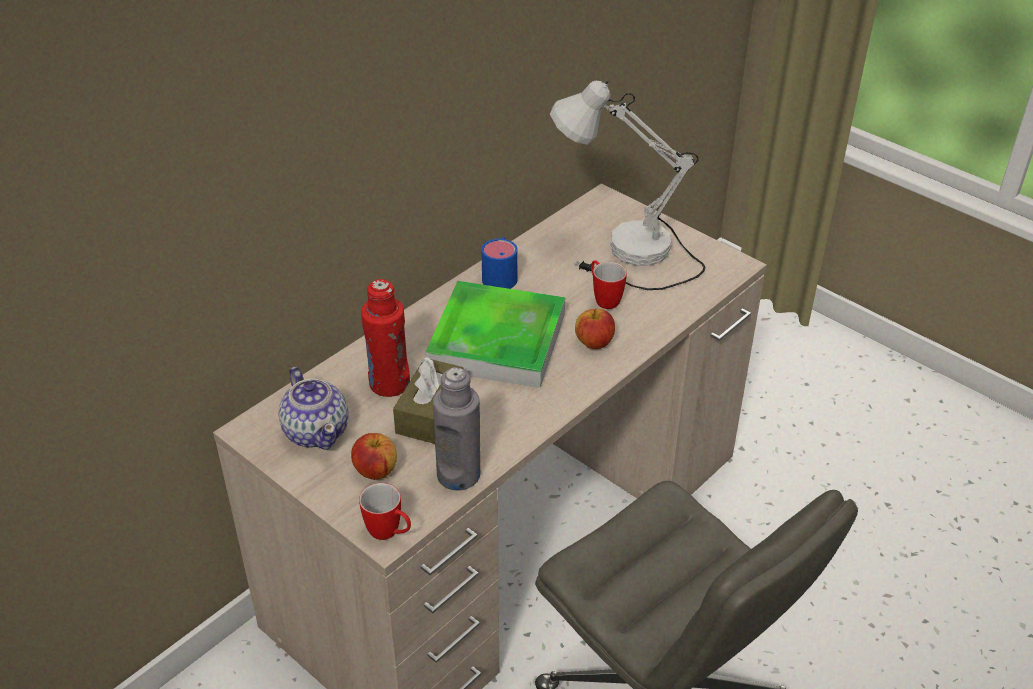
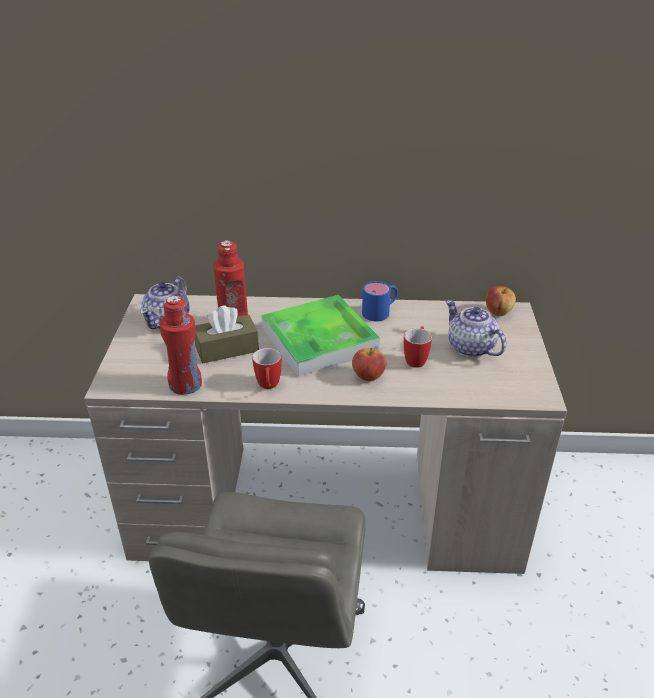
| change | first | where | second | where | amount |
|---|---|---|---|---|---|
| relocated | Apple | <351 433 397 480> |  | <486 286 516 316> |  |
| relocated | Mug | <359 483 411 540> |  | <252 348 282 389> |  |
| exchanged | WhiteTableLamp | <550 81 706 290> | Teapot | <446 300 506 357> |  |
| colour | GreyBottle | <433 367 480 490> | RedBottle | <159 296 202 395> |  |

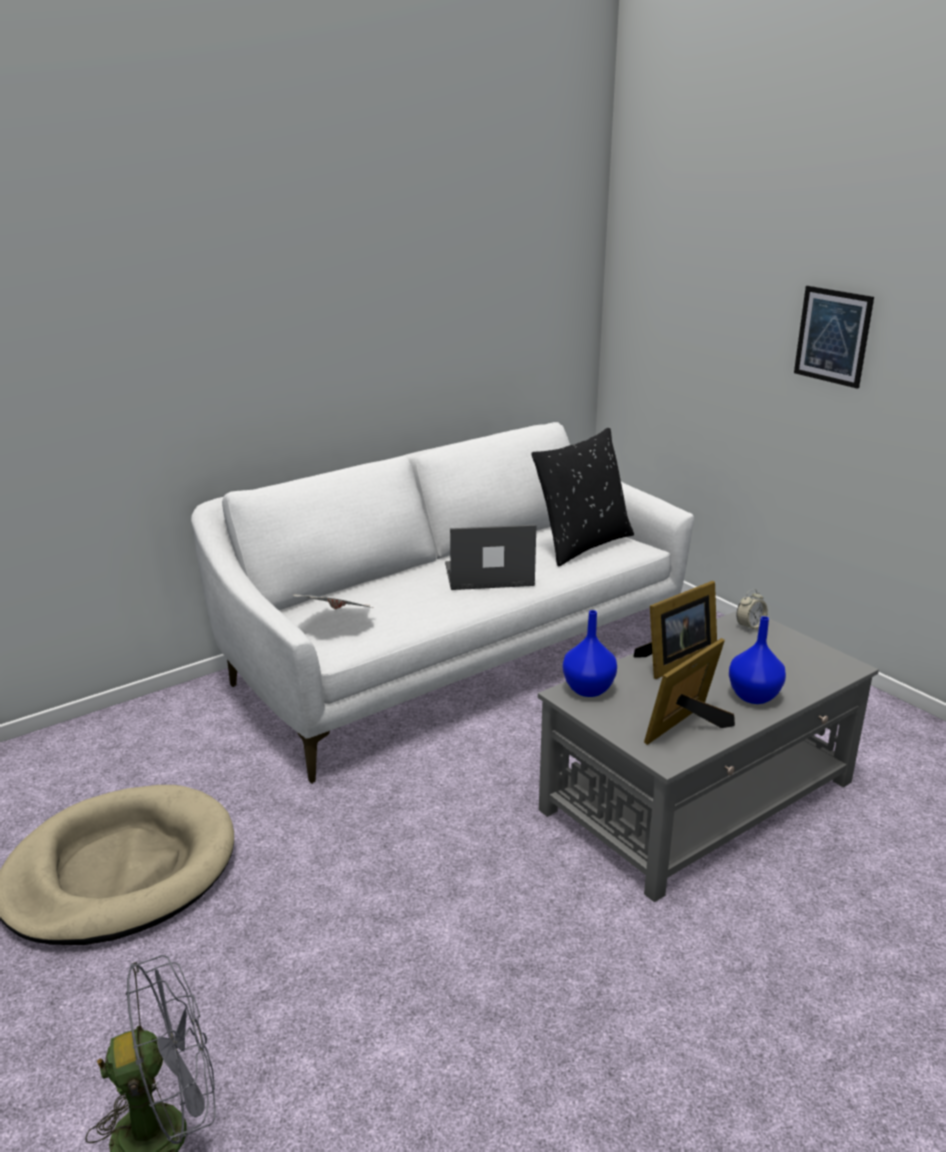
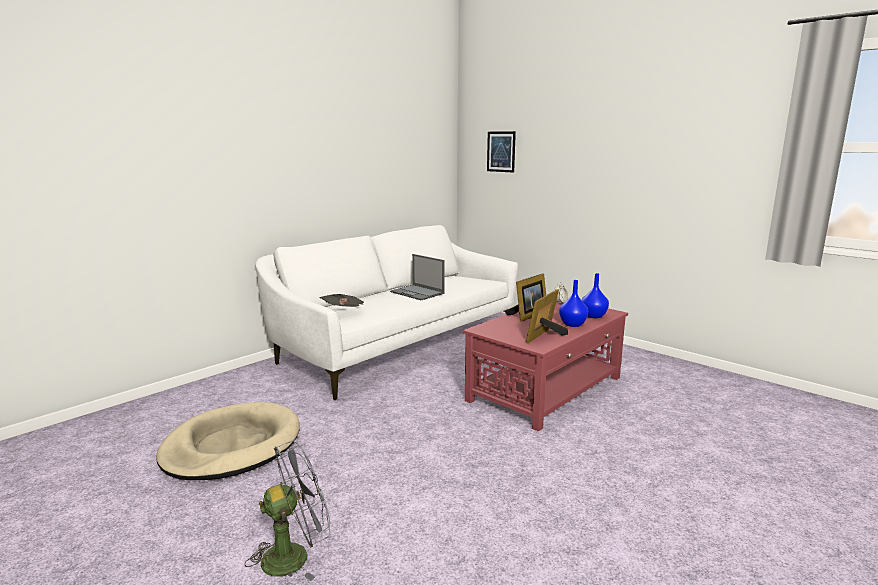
| change | first | where | second | where | amount |
|---|---|---|---|---|---|
| missing | BlackPillow | <531 427 634 566> |  |  |  |
| relocated | BlueVase | <563 610 617 697> |  | <582 273 609 318> |  |
| relocated | Picture | <794 286 874 389> |  | <487 131 516 173> |  |
| colour | GreyCoffeeTable | <538 611 879 902> | RedCoffeeTable | <463 299 628 431> |  |
| spun | Laptop | <445 525 536 590> |  | <390 254 445 300> | 120 degrees counterclockwise |

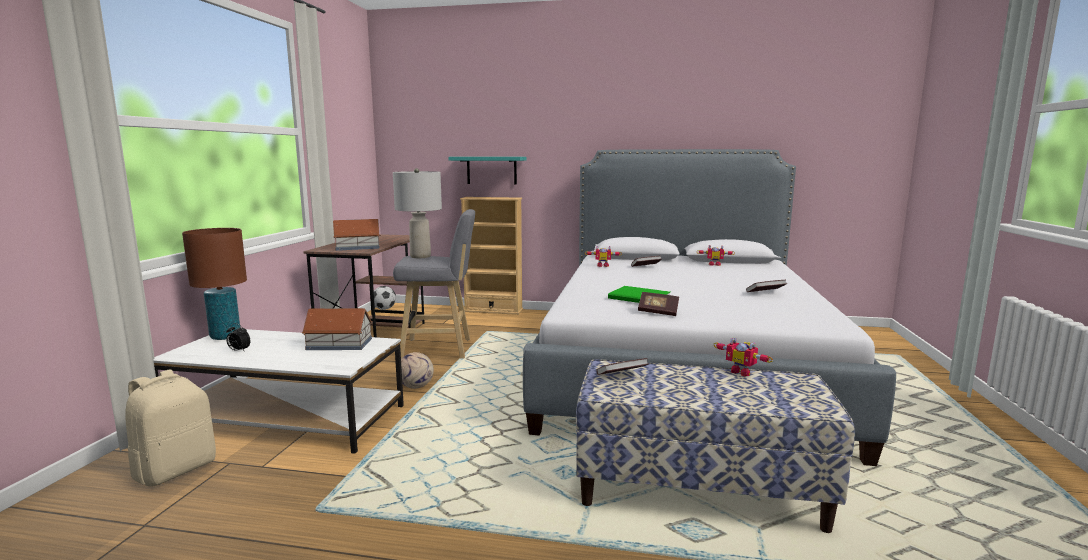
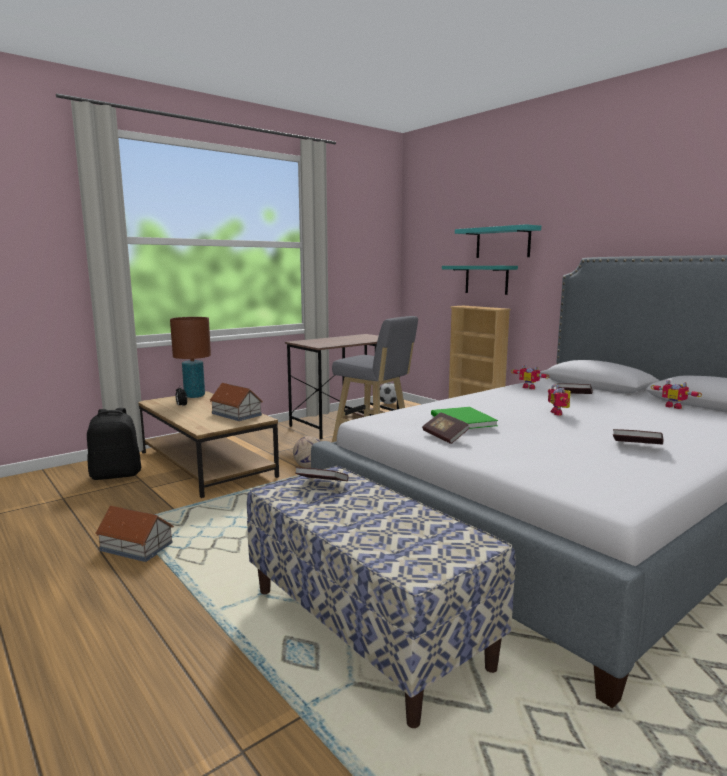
| change | first | where | second | where | amount |
|---|---|---|---|---|---|
| missing | GreyTableLamp | <393 168 442 258> |  |  |  |
| appeared |  |  | TurquoiseShelf | <455 224 541 258> |  |
| relocated | ToyHouse | <333 219 380 251> |  | <95 506 174 562> |  |
| relocated | ToyRobot | <713 337 773 376> |  | <548 384 571 415> |  |
| colour | BeigeBackpack | <125 370 216 487> | BlackBackpack | <87 408 141 480> |  |
| colour | WhiteCoffeeTable | <153 329 404 454> | BrownCoffeeTable | <138 391 279 498> |  |

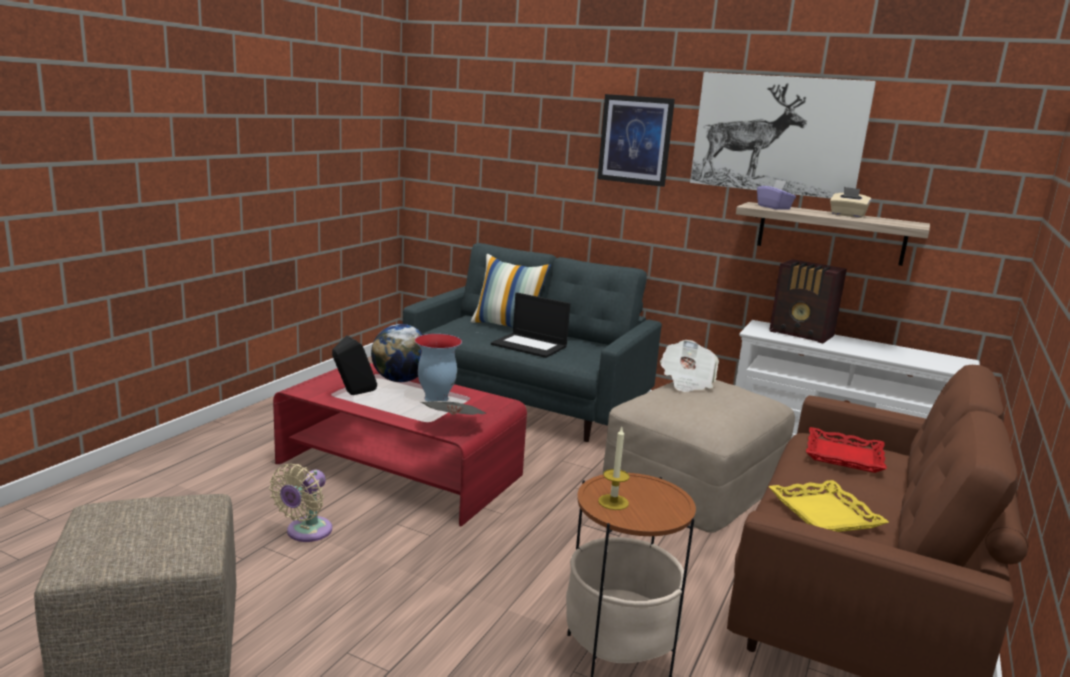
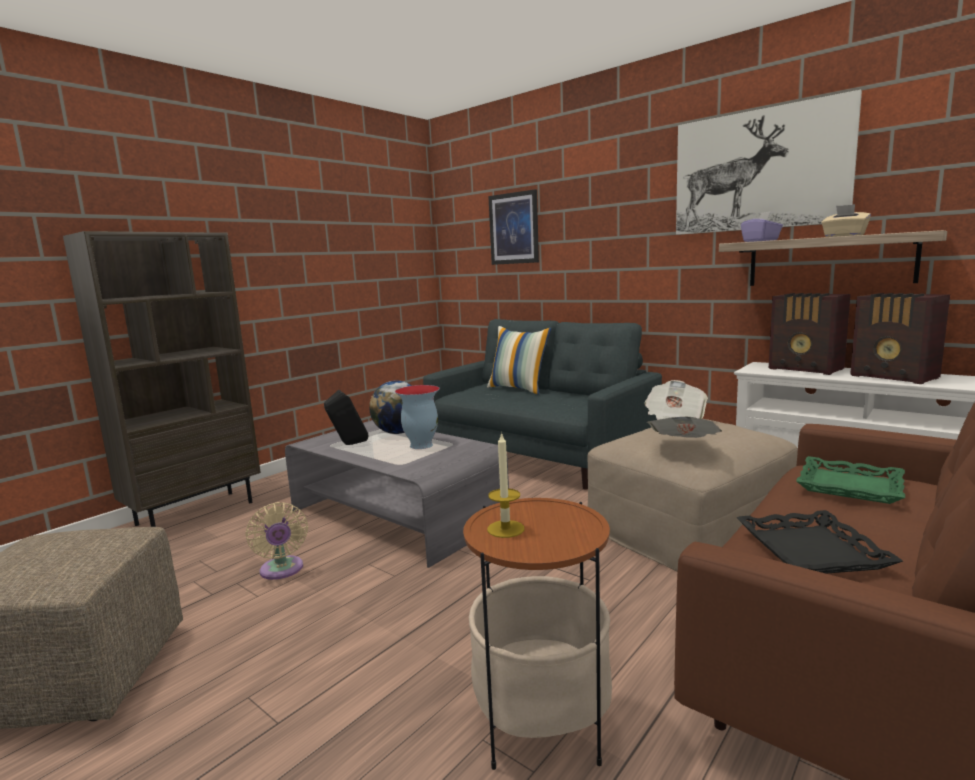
| change | first | where | second | where | amount |
|---|---|---|---|---|---|
| missing | Laptop | <491 293 570 358> |  |  |  |
| appeared |  |  | BrownBookcase | <63 231 261 527> |  |
| appeared |  |  | Radio | <850 293 950 384> |  |
| relocated | Newspaper | <421 401 486 415> |  | <647 417 722 438> |  |
| relocated | Picture | <598 94 675 187> |  | <488 189 539 265> |  |
| colour | RedCoffeeTable | <273 363 527 527> | GreyCoffeeTable | <285 420 509 568> |  |
| colour | YellowTray | <768 480 889 532> | BlackTray | <736 510 903 574> |  |
| colour | RedTray | <806 427 887 473> | GreenTray | <796 456 905 504> |  |
| spun | BeigeFan | <269 463 332 542> |  | <246 502 308 580> | 60 degrees counterclockwise |

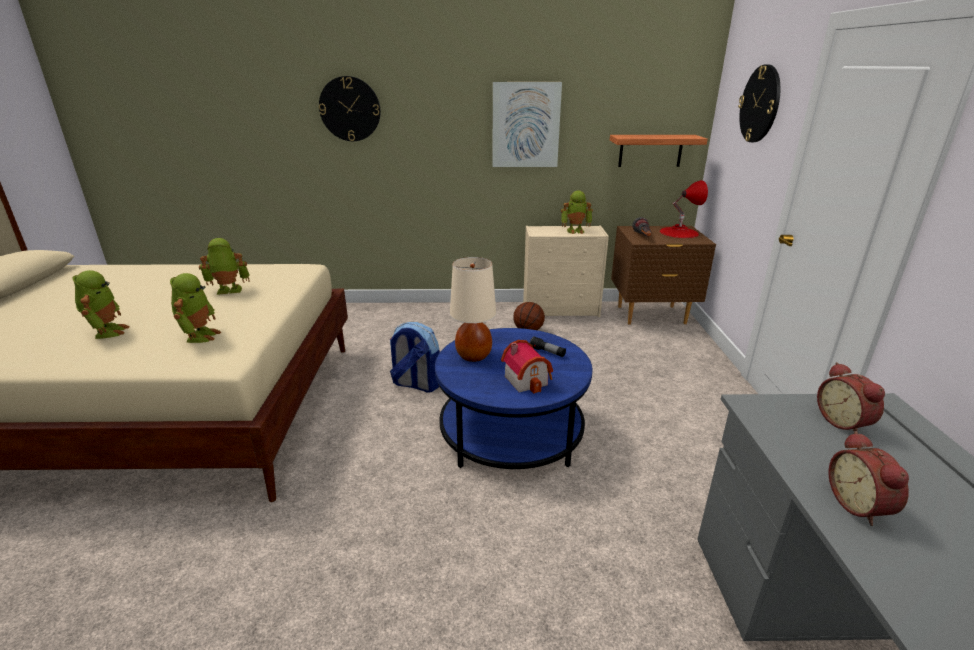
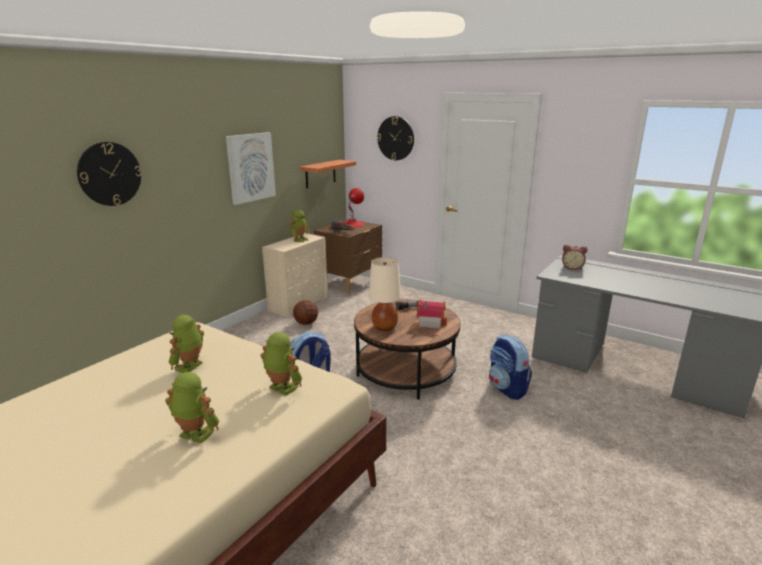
| change | first | where | second | where | amount |
|---|---|---|---|---|---|
| missing | AlarmClock | <829 431 909 526> |  |  |  |
| appeared |  |  | Backpack | <489 335 532 400> |  |
| colour | BlueCoffeeTable | <435 328 592 469> | BrownCoffeeTable | <354 299 461 400> |  |

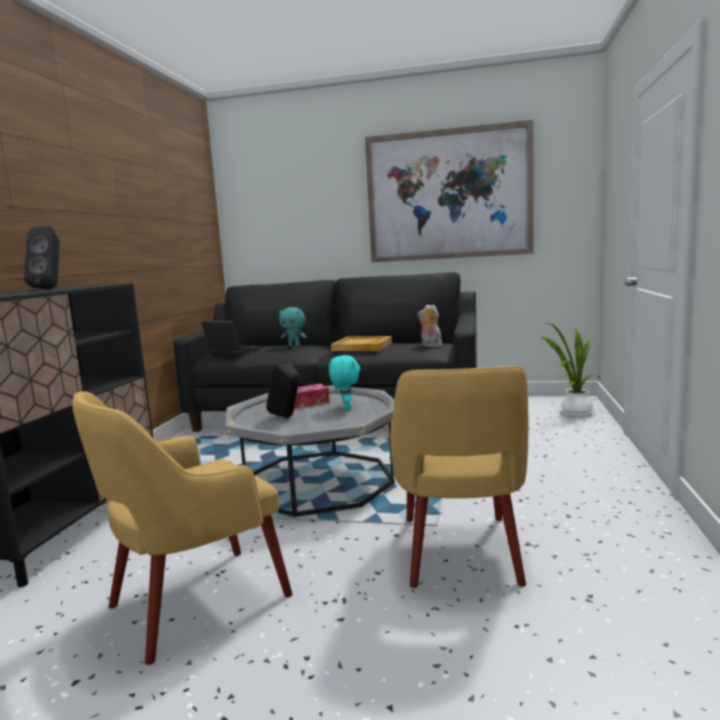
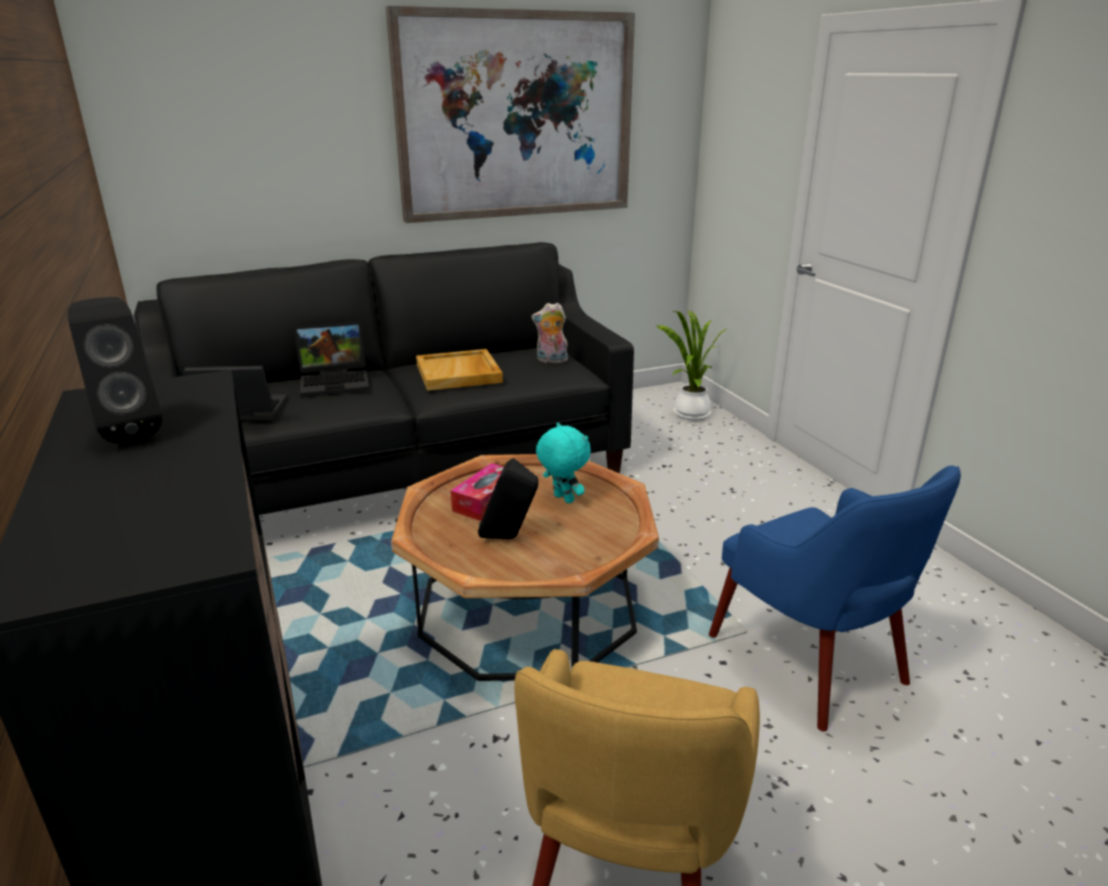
| change | first | where | second | where | amount |
|---|---|---|---|---|---|
| exchanged | TurquoisePlushToy | <279 307 307 346> | Laptop | <294 322 369 398> |  |
| colour | GreyCoffeeTable | <225 385 395 517> | BrownCoffeeTable | <391 454 659 681> |  |
| colour | YellowArmchair | <390 366 529 588> | BlueArmchair | <709 466 961 732> |  |

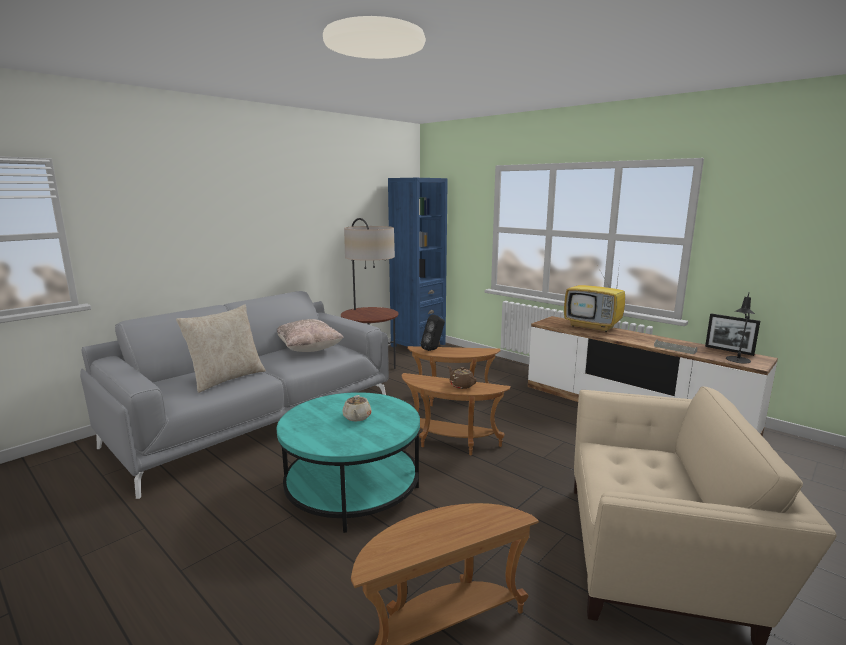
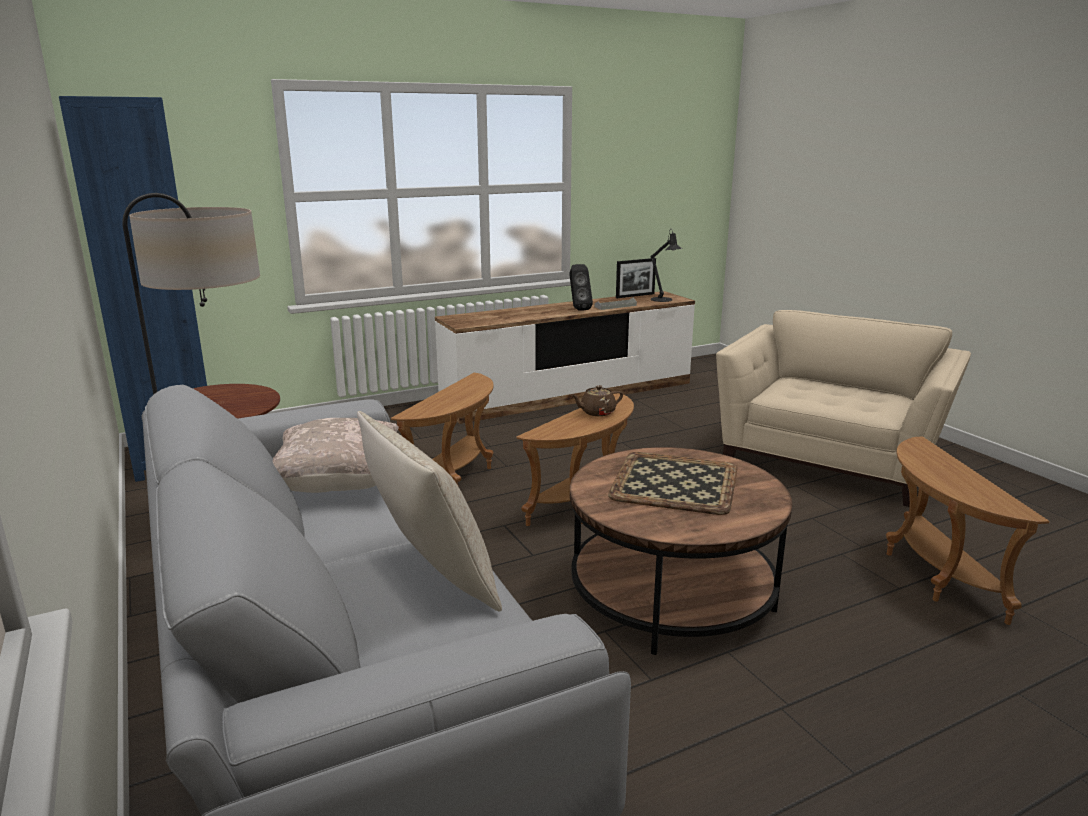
| change | first | where | second | where | amount |
|---|---|---|---|---|---|
| missing | Television | <564 264 625 332> |  |  |  |
| relocated | BlackSpeaker | <421 315 445 351> |  | <569 264 593 311> |  |
| exchanged | BeigeTeapot | <342 395 372 422> | Tray | <608 452 737 515> |  |
| colour | TurquoiseCoffeeTable | <277 392 420 533> | BrownCoffeeTable | <570 447 792 655> |  |

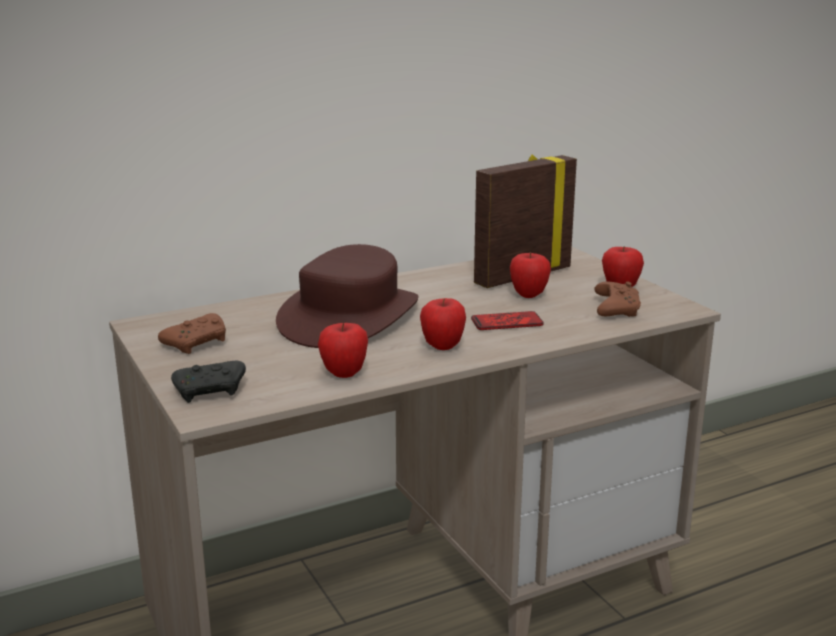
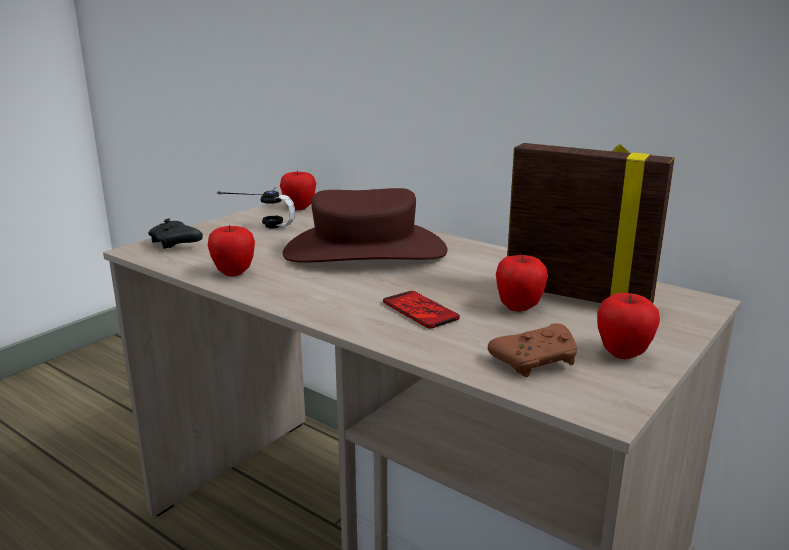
| change | first | where | second | where | amount |
|---|---|---|---|---|---|
| relocated | Apple | <420 298 466 350> |  | <280 170 316 210> |  |
| exchanged | BrownGameController | <158 313 226 354> | Headphones | <217 187 295 228> |  |

